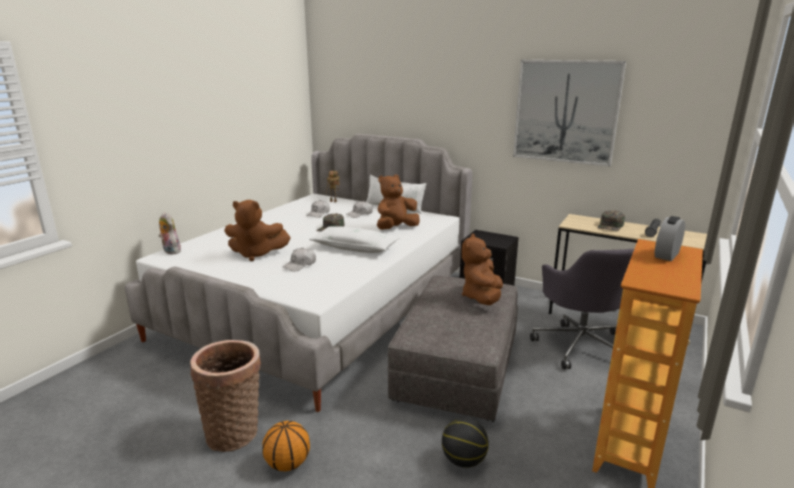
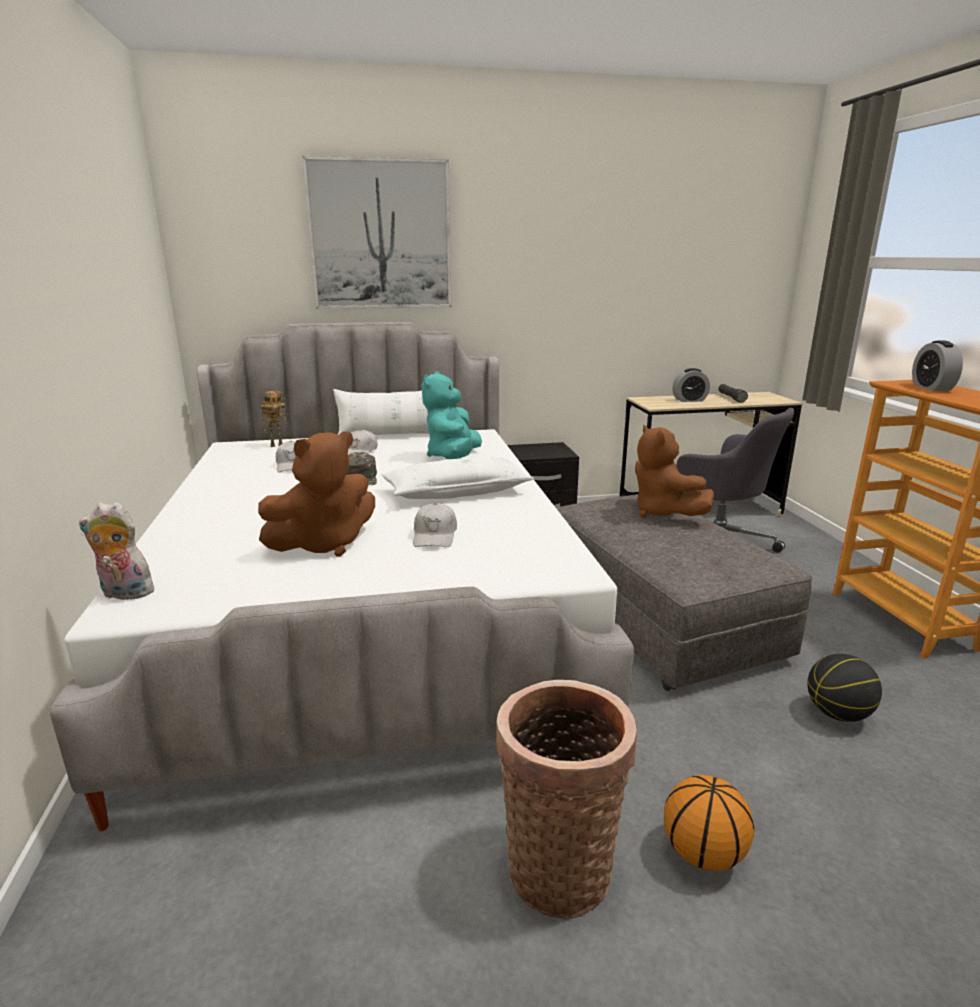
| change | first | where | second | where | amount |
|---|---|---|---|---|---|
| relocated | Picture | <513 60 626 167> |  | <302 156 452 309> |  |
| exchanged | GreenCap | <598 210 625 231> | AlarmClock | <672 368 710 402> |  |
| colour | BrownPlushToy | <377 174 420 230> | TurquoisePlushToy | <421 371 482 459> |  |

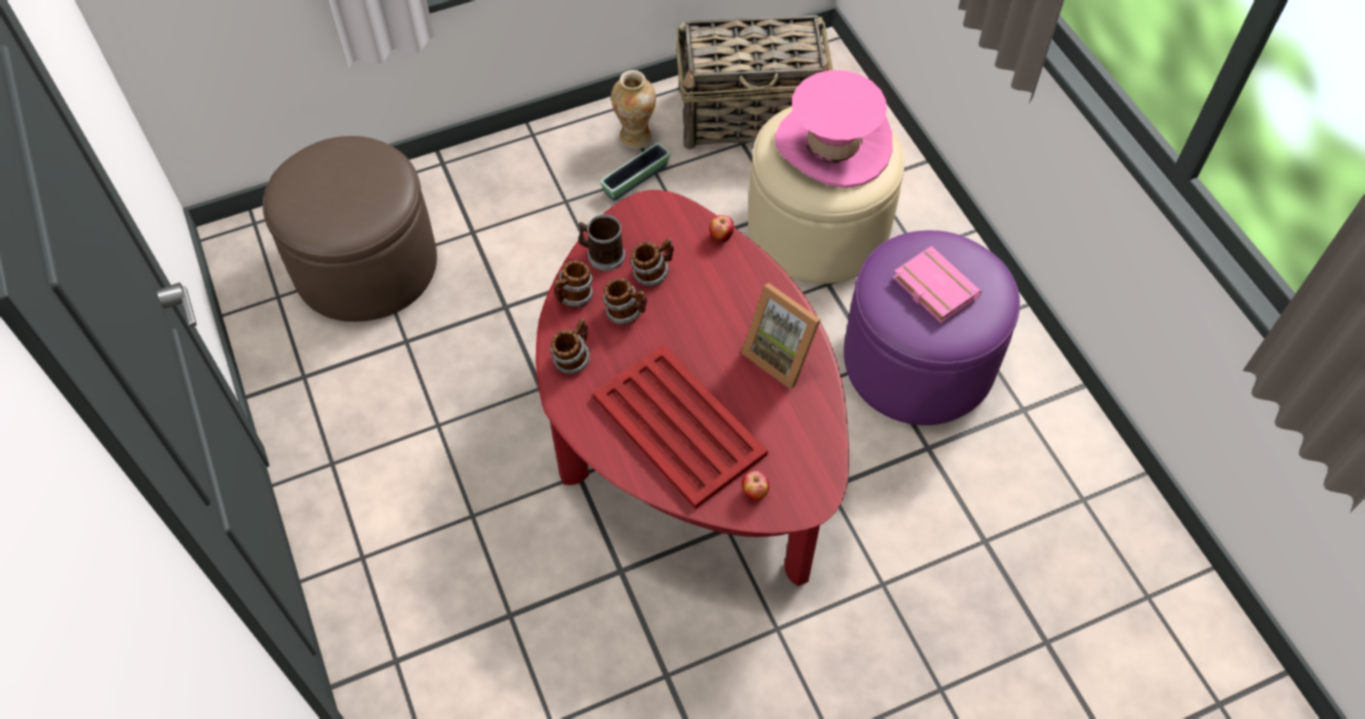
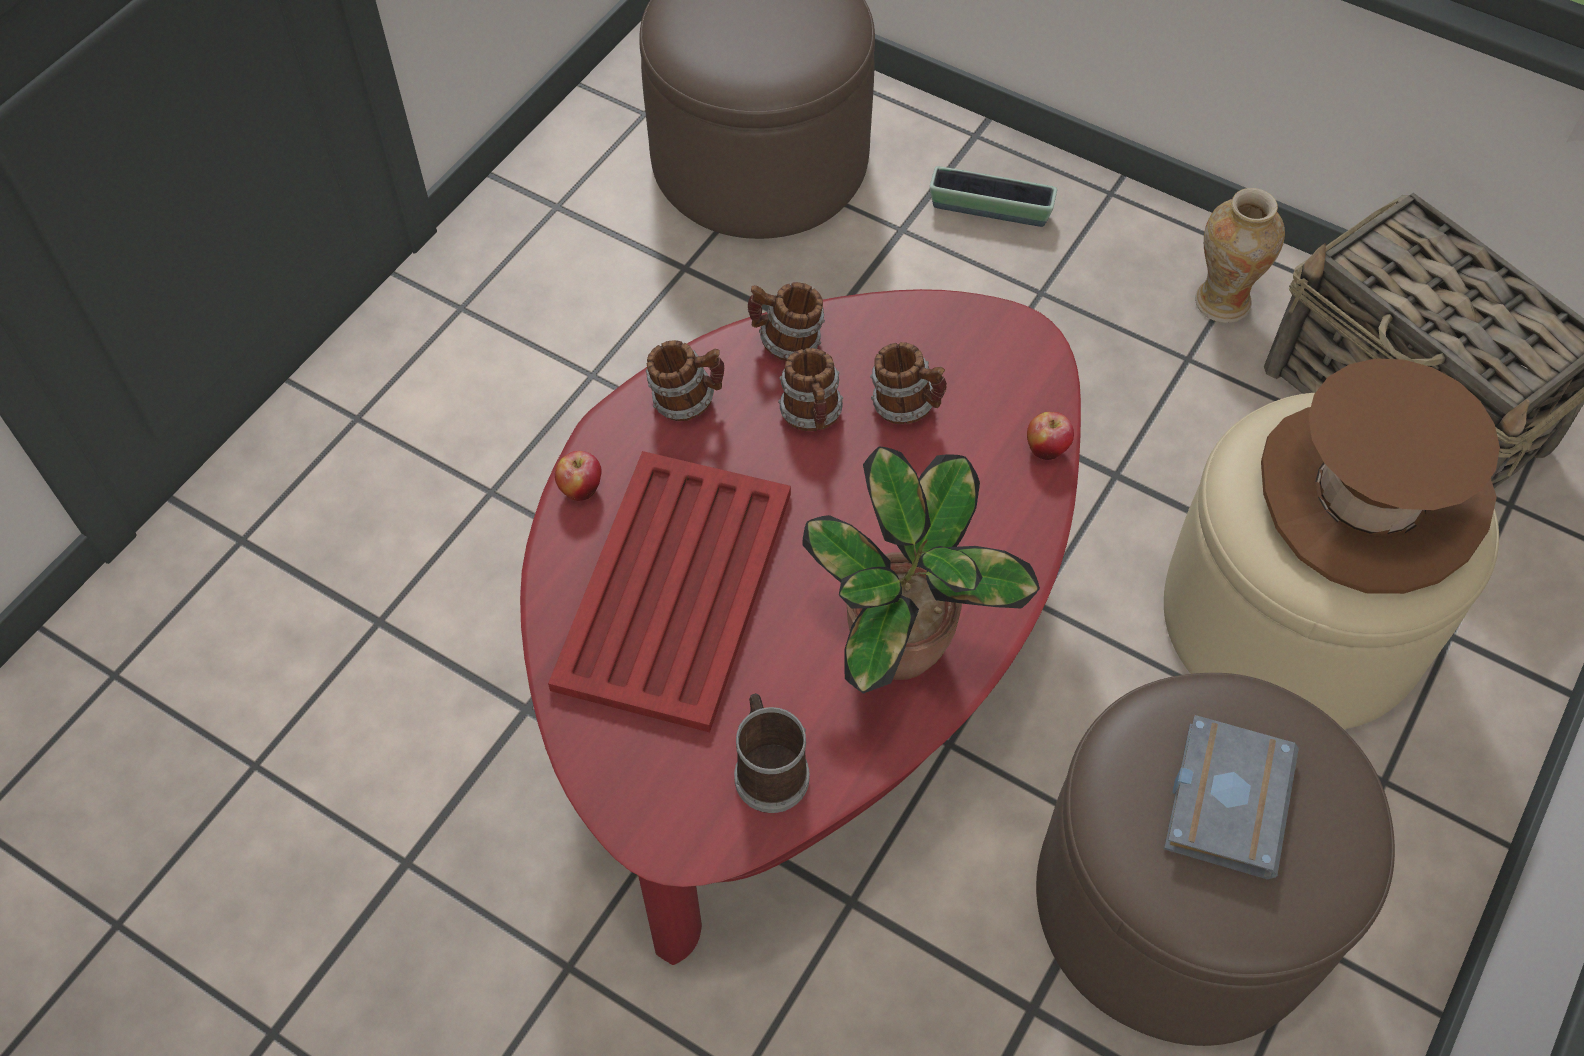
| change | first | where | second | where | amount |
|---|---|---|---|---|---|
| relocated | Mug | <578 215 625 271> |  | <734 693 810 813> |  |
| relocated | Planter | <600 143 670 201> |  | <930 166 1057 227> |  |
| relocated | Apple | <742 470 769 501> |  | <555 451 602 501> |  |
| exchanged | PictureFrame | <741 283 821 389> | PottedPlant | <802 446 1040 694> |  |
| colour | PinkHat | <775 70 893 188> | BrownHat | <1261 358 1500 594> |  |
| colour | PurpleOttoman | <844 230 1020 425> | BrownOttoman | <1036 673 1395 1046> |  |
| colour | PinkBook | <893 246 982 323> | GreyBook | <1164 715 1299 879> |  |

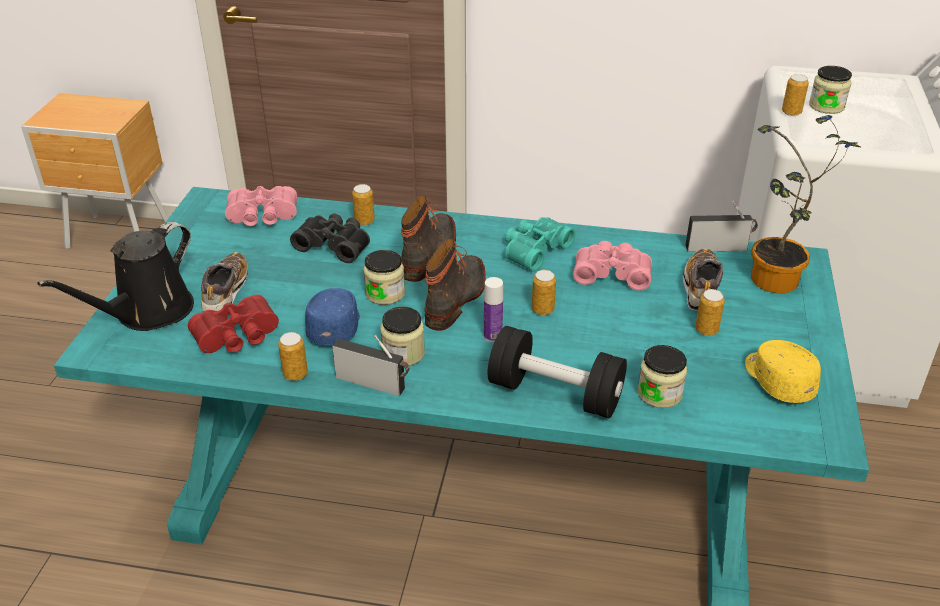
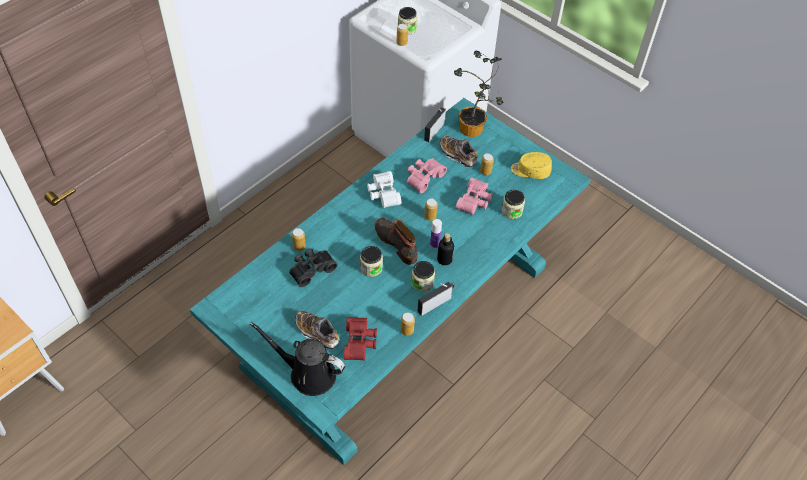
| change | first | where | second | where | amount |
|---|---|---|---|---|---|
| missing | BlueCap | <305 288 360 345> |  |  |  |
| missing | Boot | <401 195 456 282> |  |  |  |
| missing | BlackDumbbell | <488 326 627 418> |  |  |  |
| appeared |  |  | Bottle | <437 233 454 265> |  |
| relocated | PinkBinoculars | <225 186 297 226> |  | <456 177 493 215> |  |
| colour | TurquoiseBinoculars | <505 217 575 272> | WhiteBinoculars | <367 171 401 208> |  |
| spun | BlackWateringCan | <38 222 194 331> |  | <250 322 345 396> | 135 degrees clockwise |

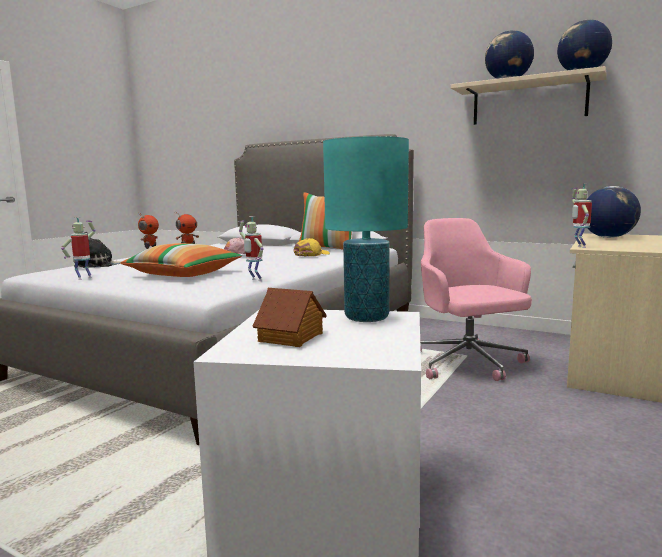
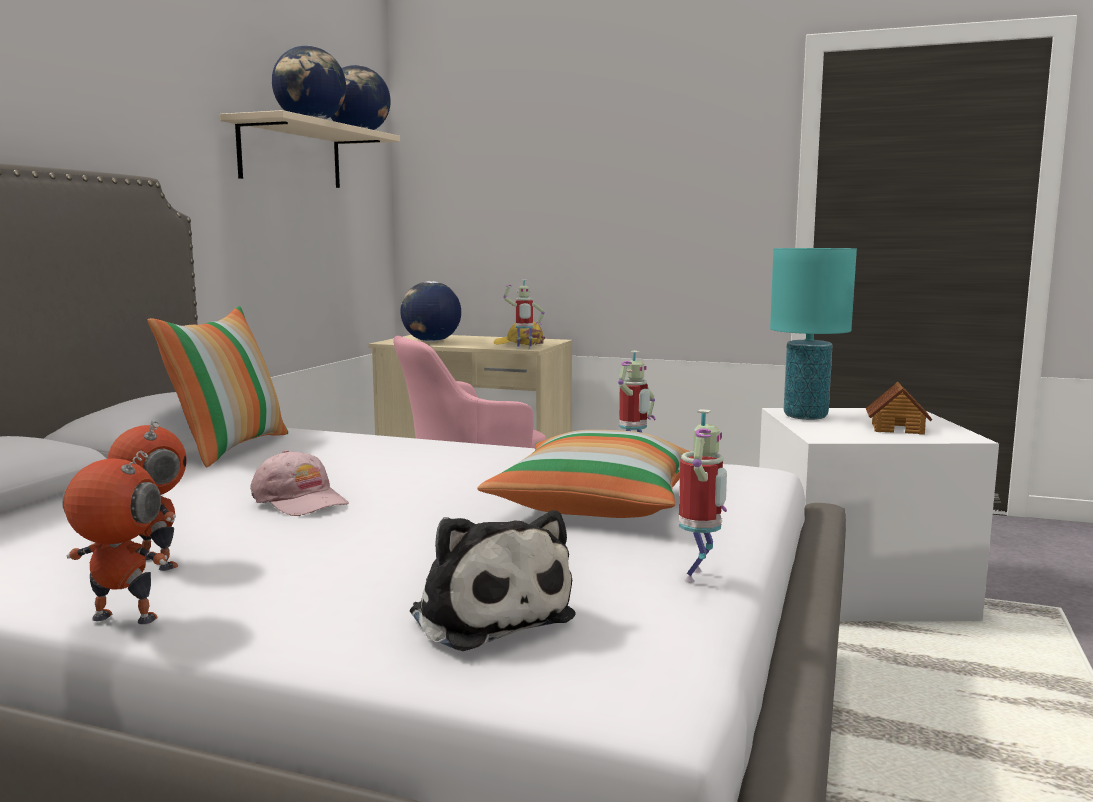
| change | first | where | second | where | amount |
|---|---|---|---|---|---|
| relocated | YellowCap | <294 238 330 256> |  | <494 322 545 345> |  |
| spun | ToyRobot | <61 217 96 280> |  | <679 409 727 583> | 90 degrees counterclockwise |

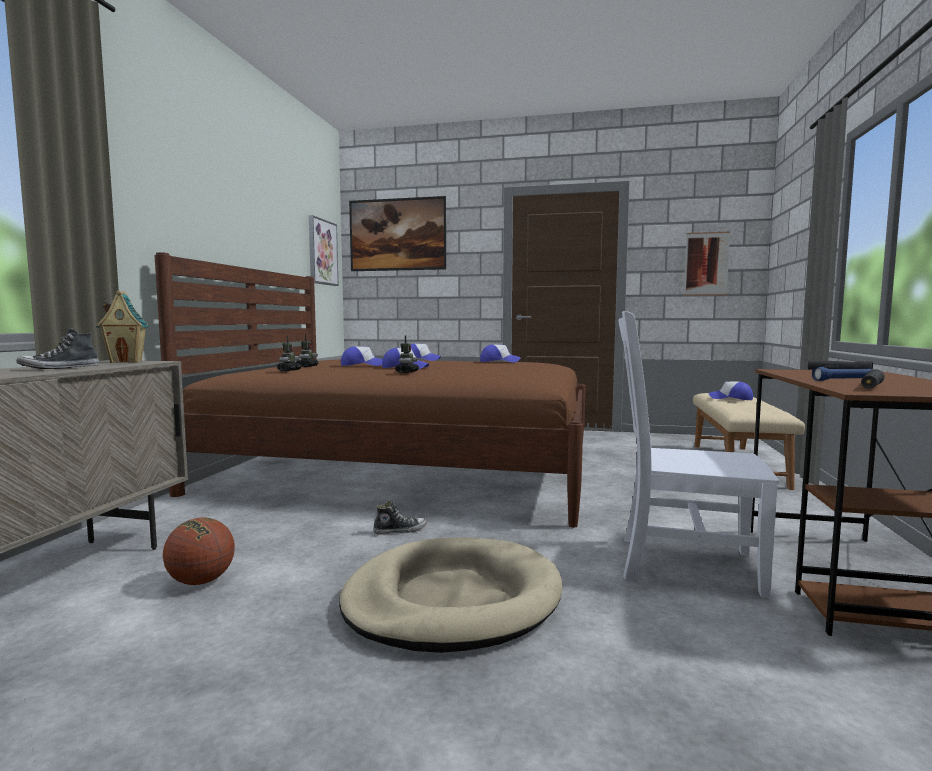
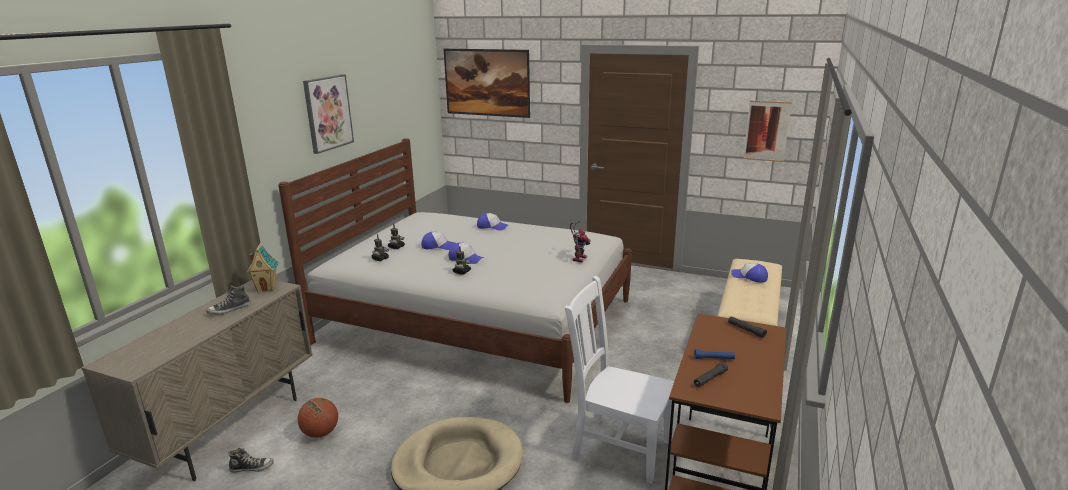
| change | first | where | second | where | amount |
|---|---|---|---|---|---|
| missing | Cap | <480 344 521 362> |  |  |  |
| appeared |  |  | ToyRobot | <570 221 591 263> |  |
| relocated | Picture | <309 215 339 286> |  | <303 74 354 154> |  |
| relocated | Shoe | <373 501 427 535> |  | <228 448 274 473> |  |
| colour | BrownBed | <155 252 585 528> | WhiteBed | <278 138 632 403> |  |

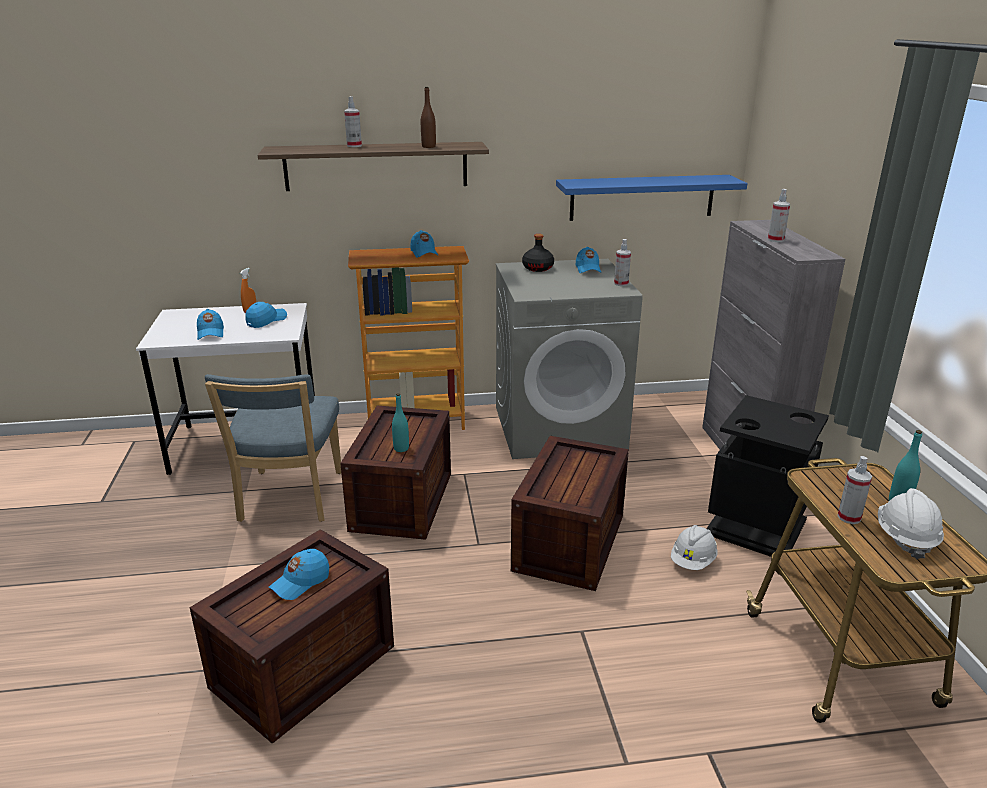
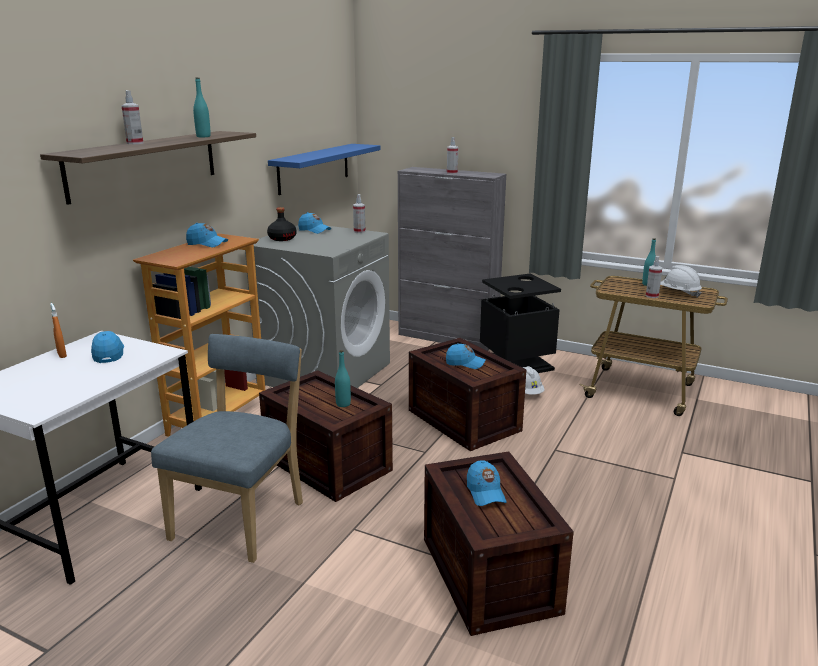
| change | first | where | second | where | amount |
|---|---|---|---|---|---|
| relocated | BlueCap | <197 309 224 340> |  | <446 344 486 369> |  |
| colour | BrownBottle | <421 87 436 148> | TurquoiseBottle | <193 78 211 137> |  |
| spun | BlueChair | <205 374 341 522> |  | <151 334 303 563> | 105 degrees counterclockwise |

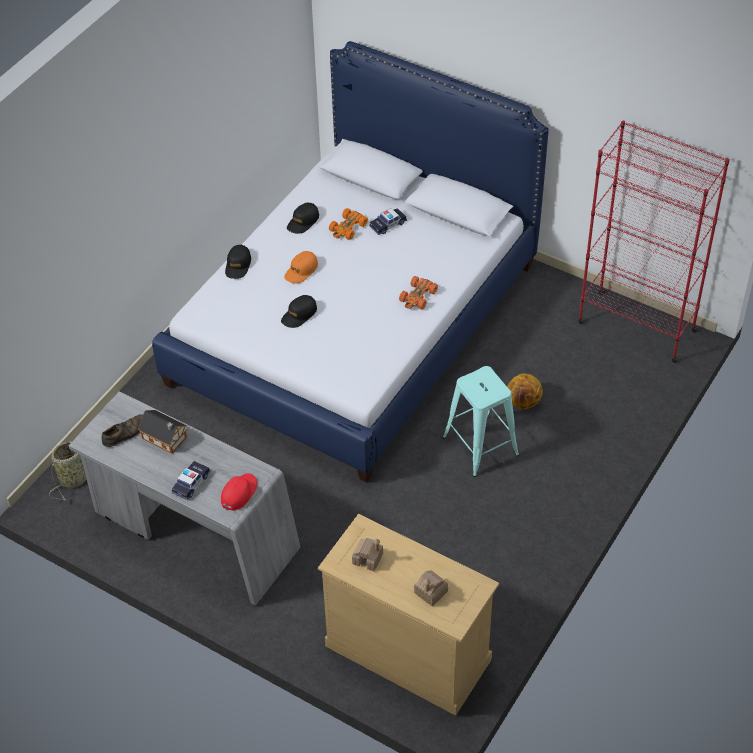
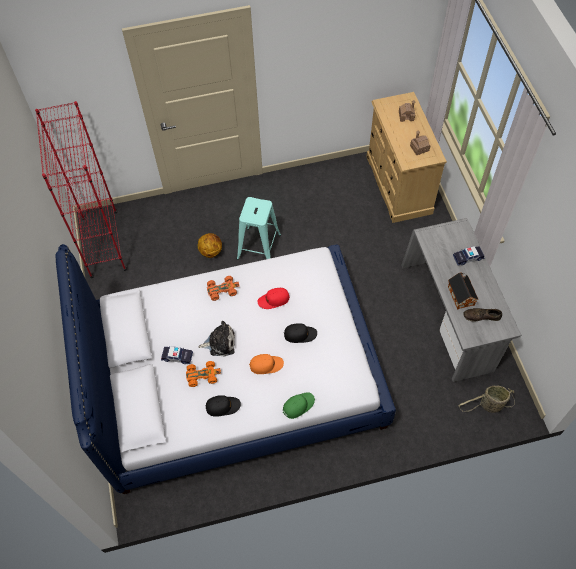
| change | first | where | second | where | amount |
|---|---|---|---|---|---|
| appeared |  |  | PlushToy | <198 321 235 357> |  |
| relocated | RedCap | <221 473 257 511> |  | <258 288 290 309> |  |
| colour | BlackCap | <225 245 251 279> | GreenCap | <283 392 315 419> |  |

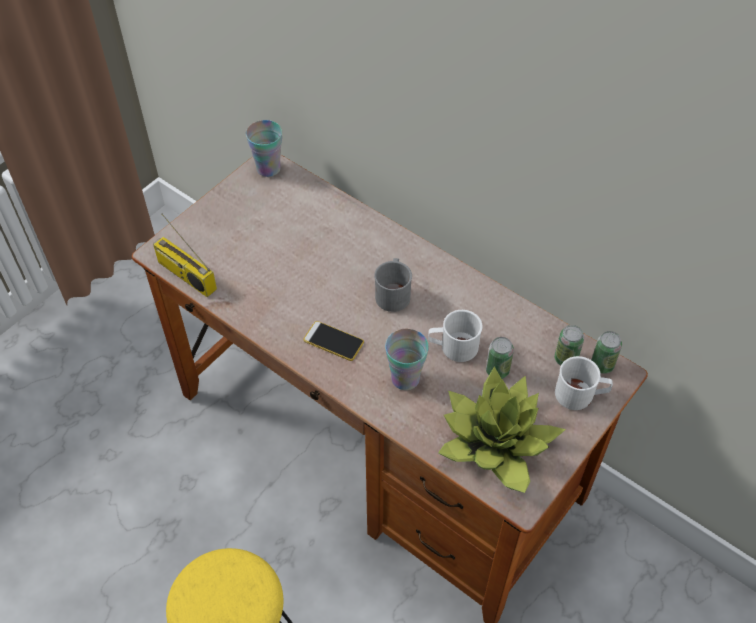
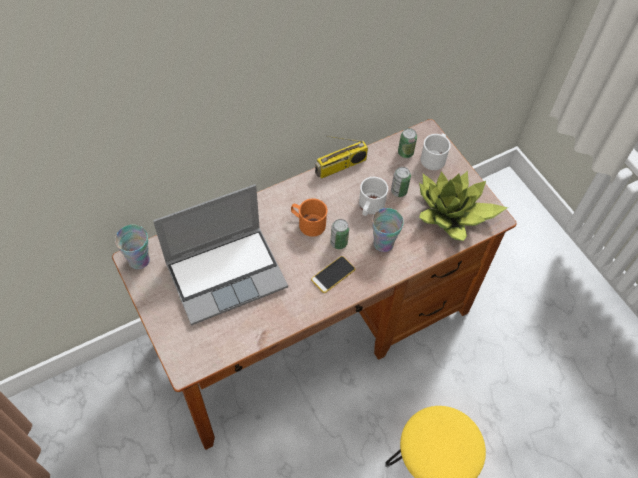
| change | first | where | second | where | amount |
|---|---|---|---|---|---|
| appeared |  |  | Laptop | <153 184 288 325> |  |
| relocated | Radio | <153 214 217 297> |  | <315 136 368 179> |  |
| relocated | Can | <591 331 622 374> |  | <330 219 349 249> |  |
| colour | GreyMug | <374 258 412 312> | OrangeMug | <291 198 327 237> |  |

